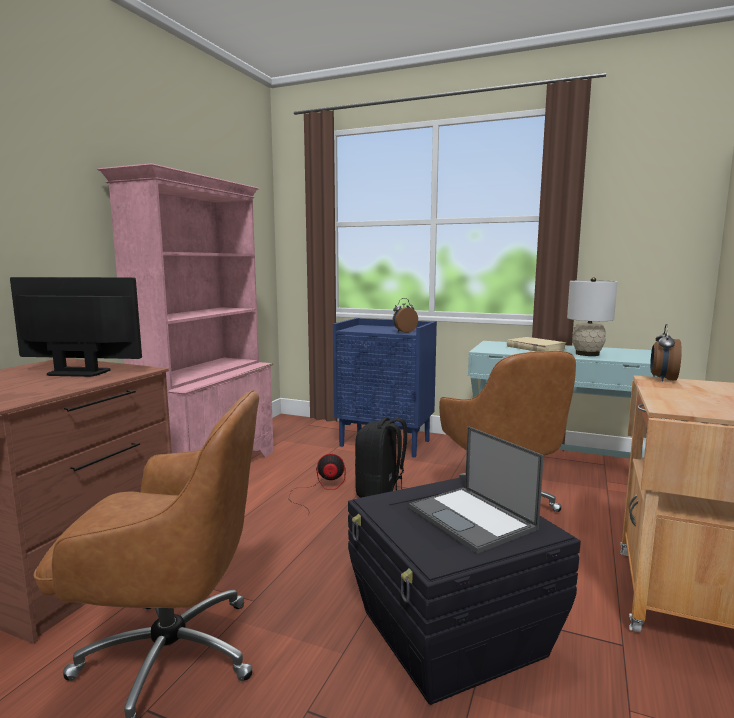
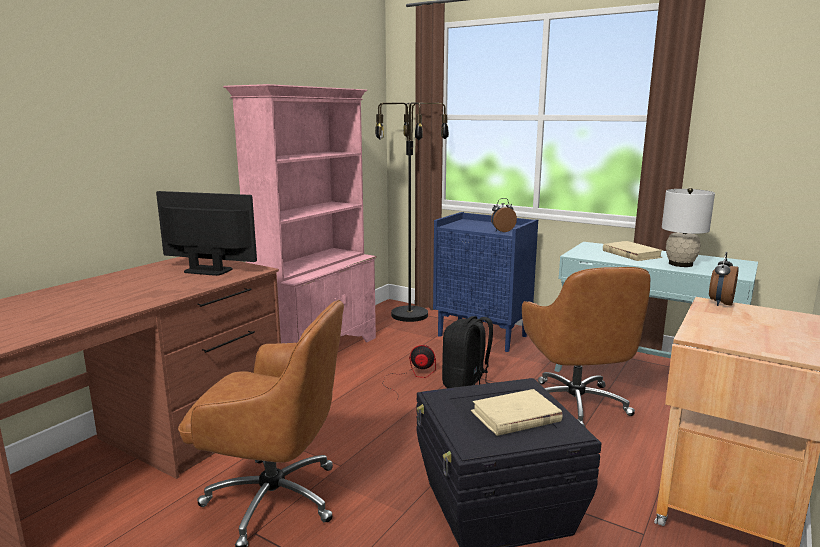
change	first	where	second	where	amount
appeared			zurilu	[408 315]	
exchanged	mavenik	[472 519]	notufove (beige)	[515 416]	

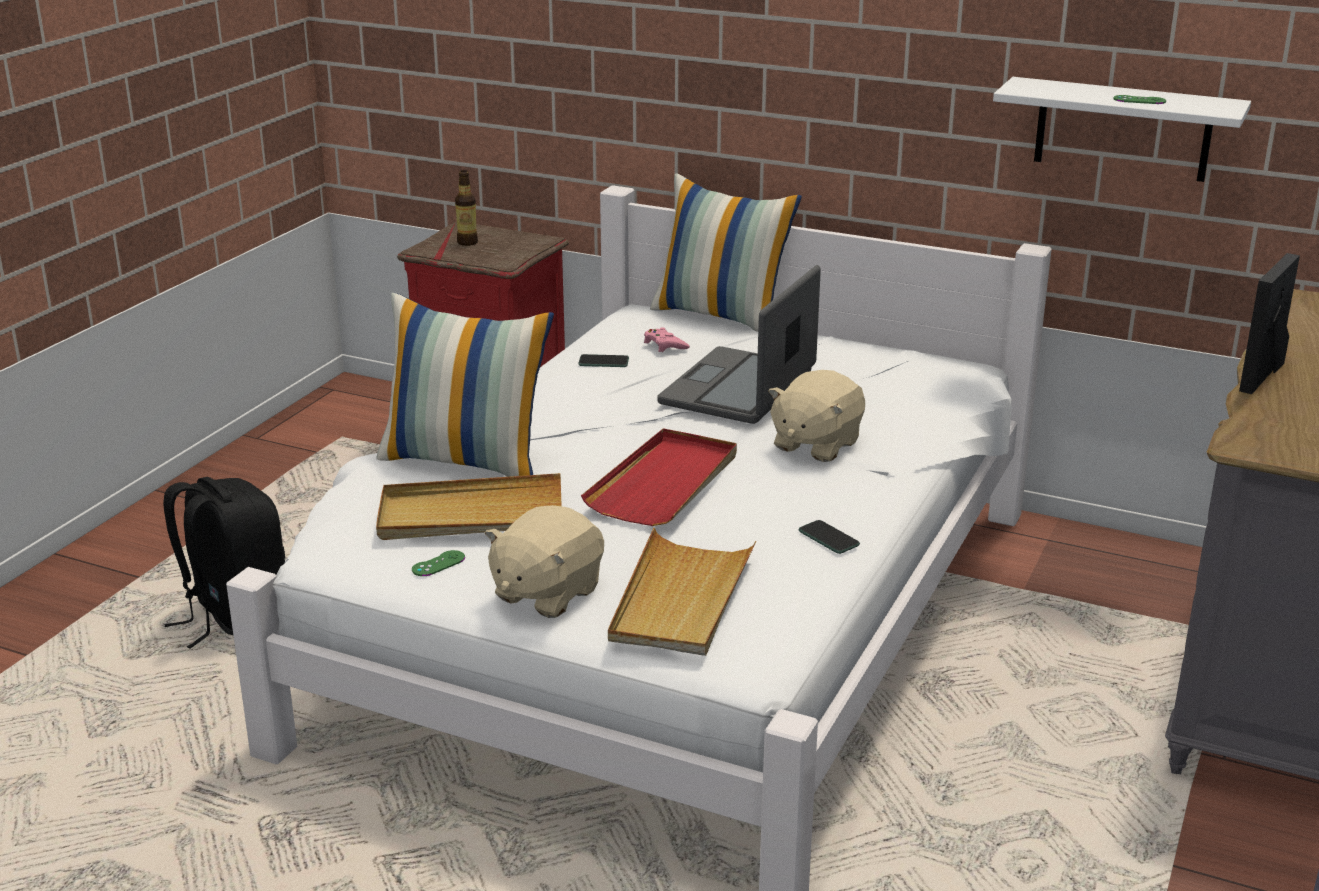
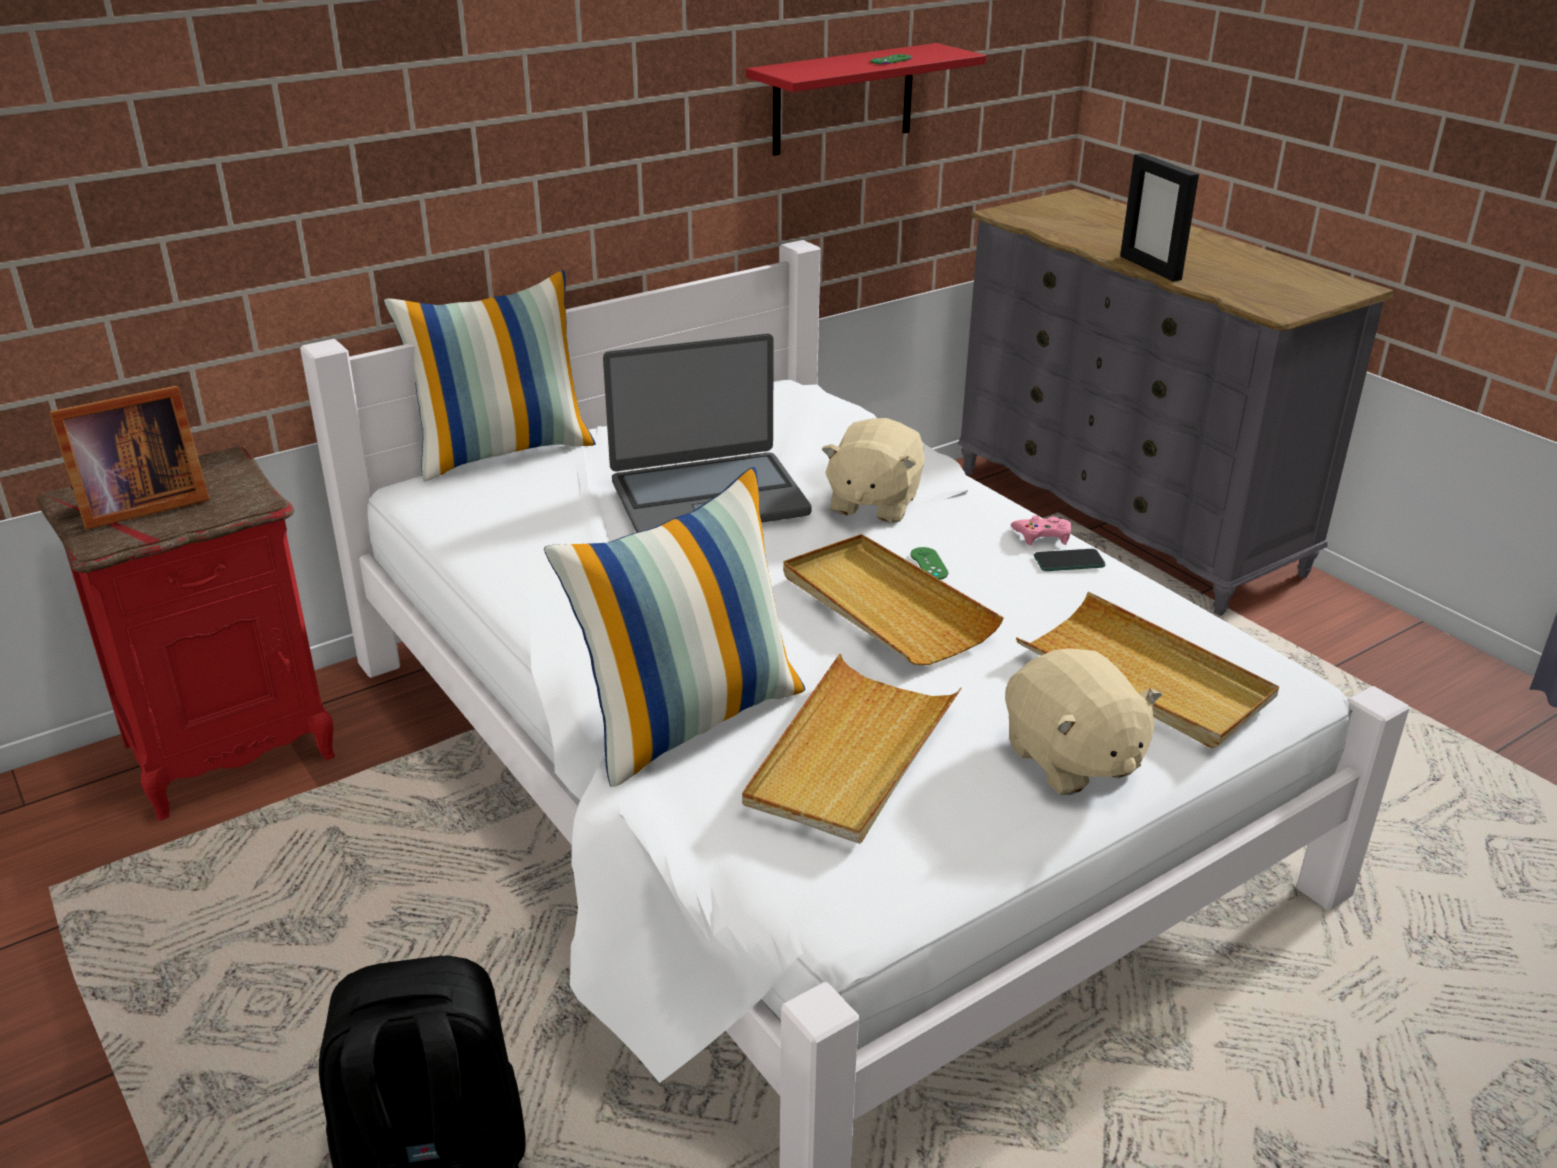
change	first	where	second	where	amount
missing	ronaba	[603 362]			
relocated	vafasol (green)	[438 564]		[929 564]	
relocated	vafasol (pink)	[664 345]		[1043 536]	
exchanged	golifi	[467 242]	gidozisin	[137 506]	
colour	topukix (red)	[665 483]	topukix (beige)	[885 605]	
colour	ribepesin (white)	[1123 129]	ribepesin (red)	[843 99]	
spun	mavenik	[740 388]		[708 497]	75 degrees counterclockwise
spun	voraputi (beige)	[815 444]		[873 503]	45 degrees clockwise

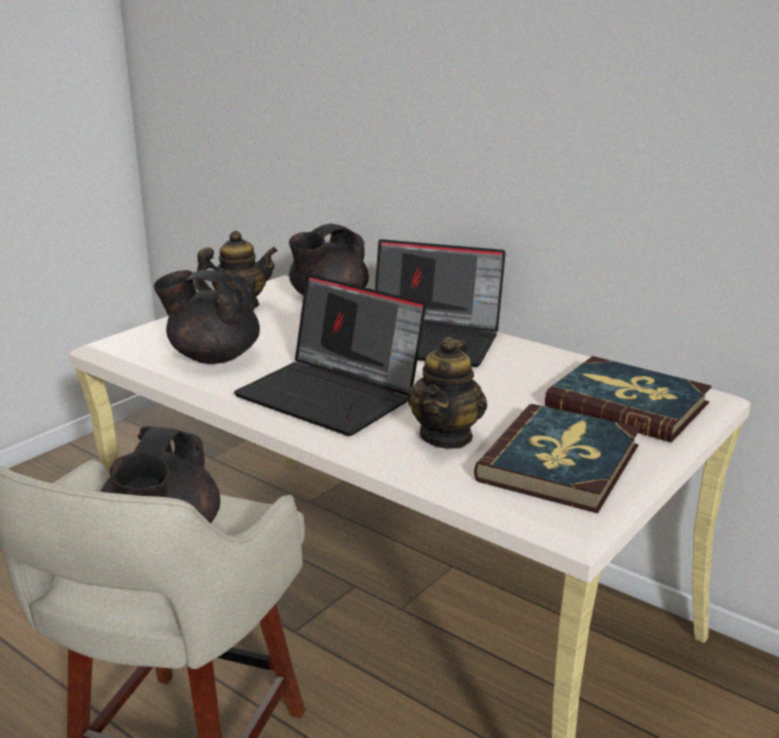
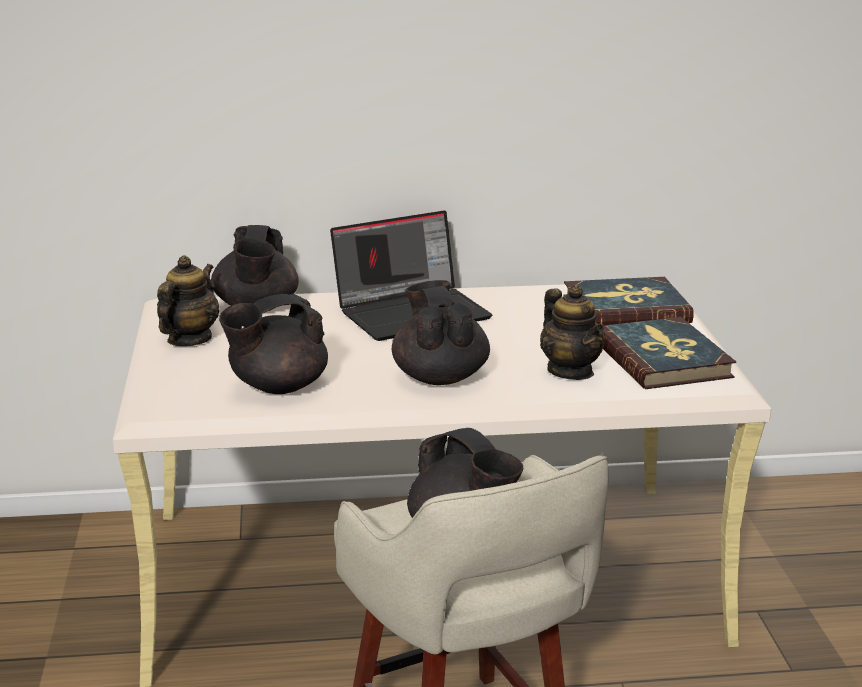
change	first	where	second	where	amount
exchanged	mavenik	[333 395]	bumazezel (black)	[439 376]	

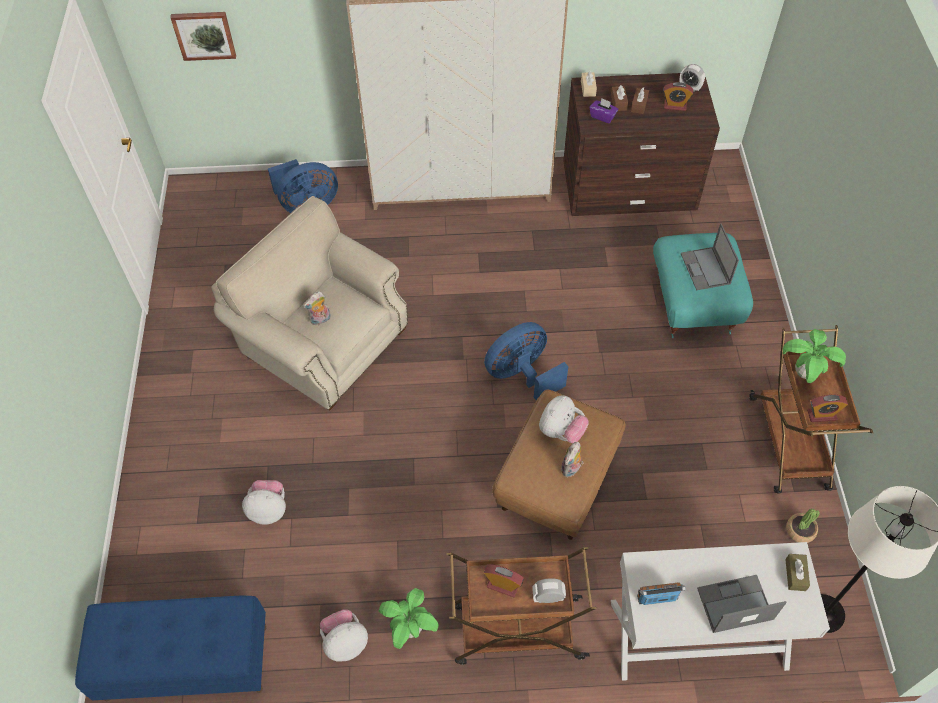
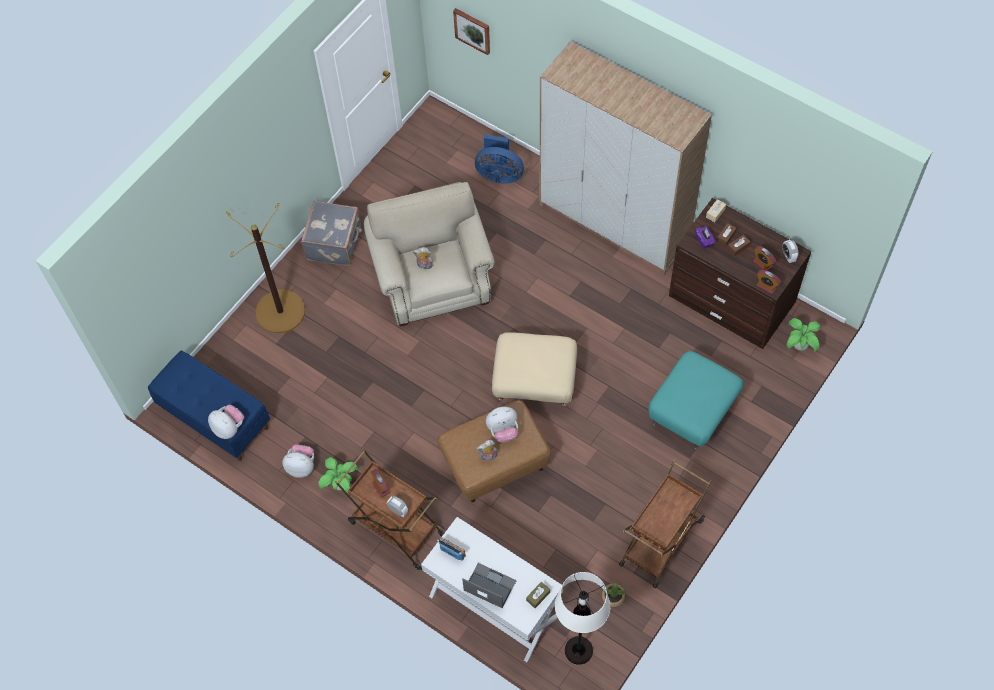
change	first	where	second	where	amount
missing	mavenik	[705 269]			
appeared			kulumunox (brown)	[280 311]	
appeared			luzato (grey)	[335 243]	
relocated	voraputi	[269 509]		[229 428]	
relocated	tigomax	[804 373]		[800 346]	
relocated	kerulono	[821 415]		[766 286]	
exchanged	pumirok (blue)	[522 375]	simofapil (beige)	[534 383]	

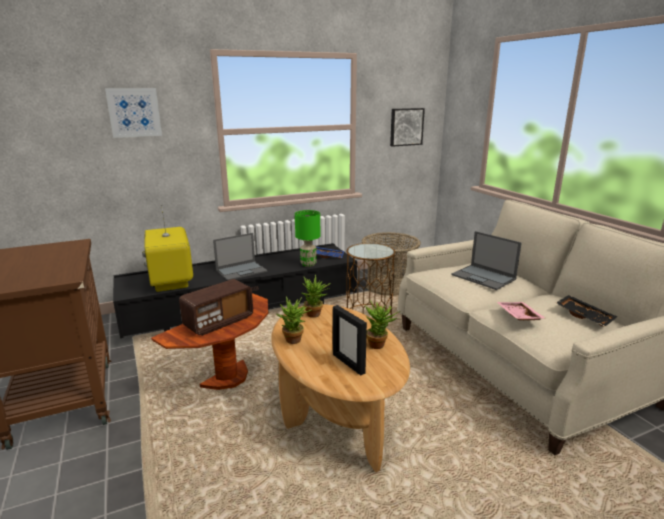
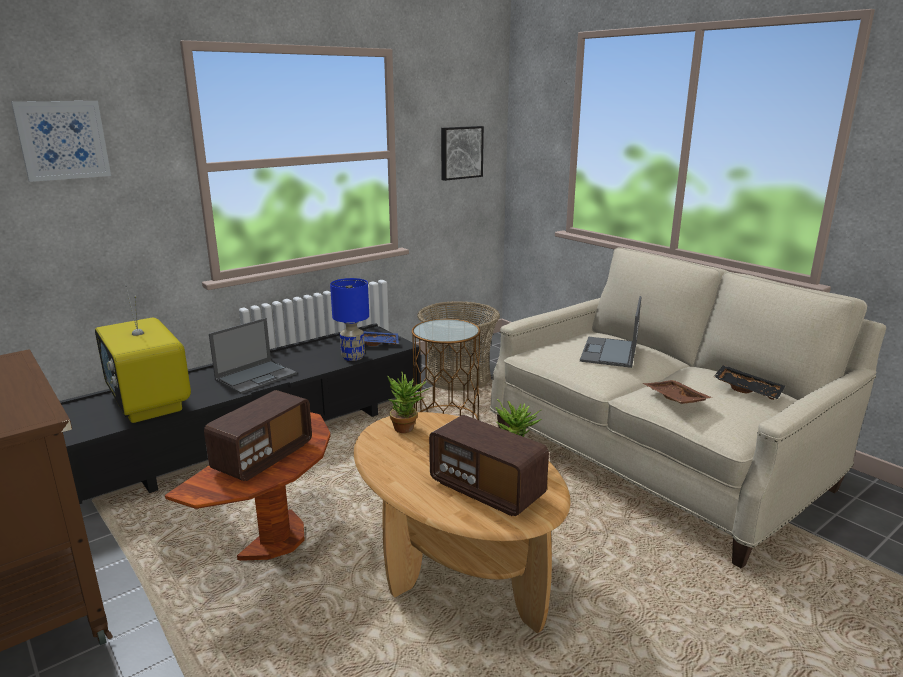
change	first	where	second	where	amount
missing	tigomax	[294 341]			
exchanged	gidozisin	[349 363]	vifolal	[487 490]	
colour	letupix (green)	[308 264]	letupix (blue)	[353 357]	
colour	topukix (pink)	[518 316]	topukix (brown)	[674 399]	
spun	mavenik	[484 277]		[609 352]	75 degrees clockwise

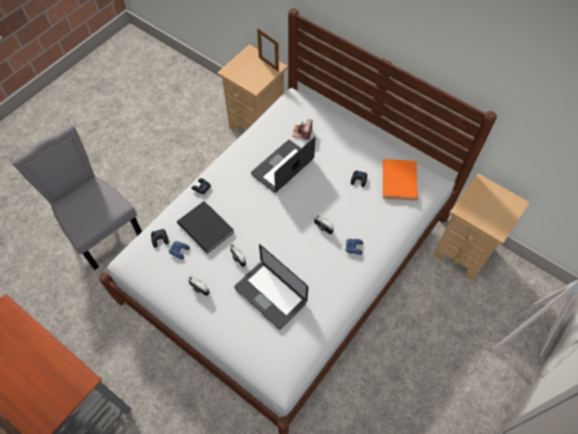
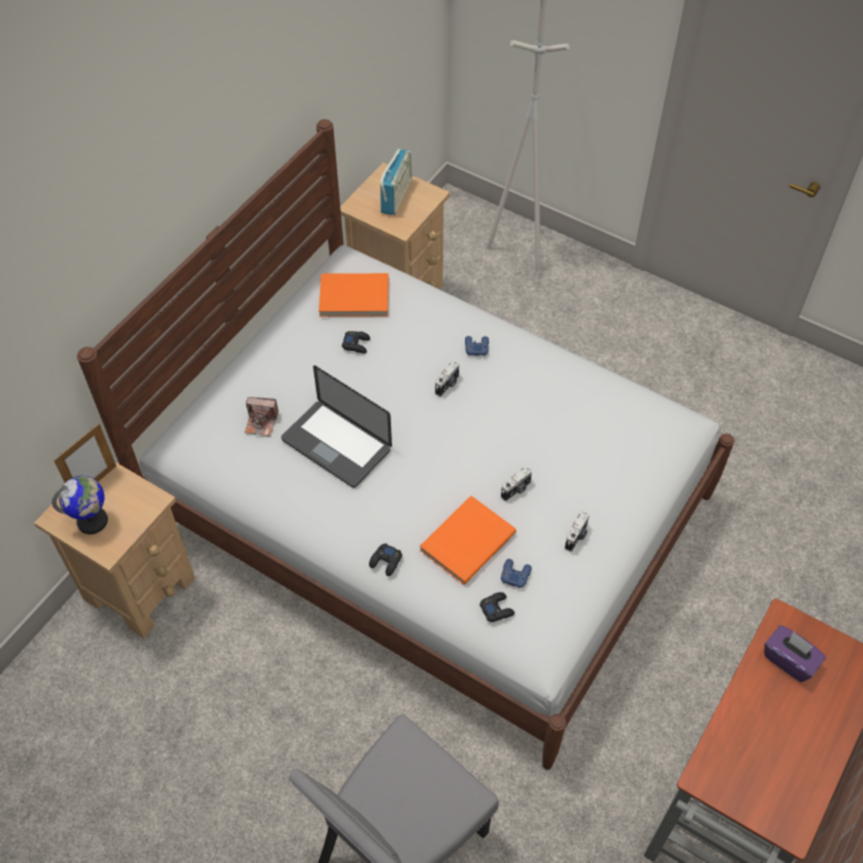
change	first	where	second	where	amount
missing	mavenik	[270 295]			
appeared			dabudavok	[93 521]	
appeared			vifolal	[396 196]	
appeared			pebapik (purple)	[789 660]	
colour	notufove (black)	[206 227]	notufove (orange)	[466 541]	

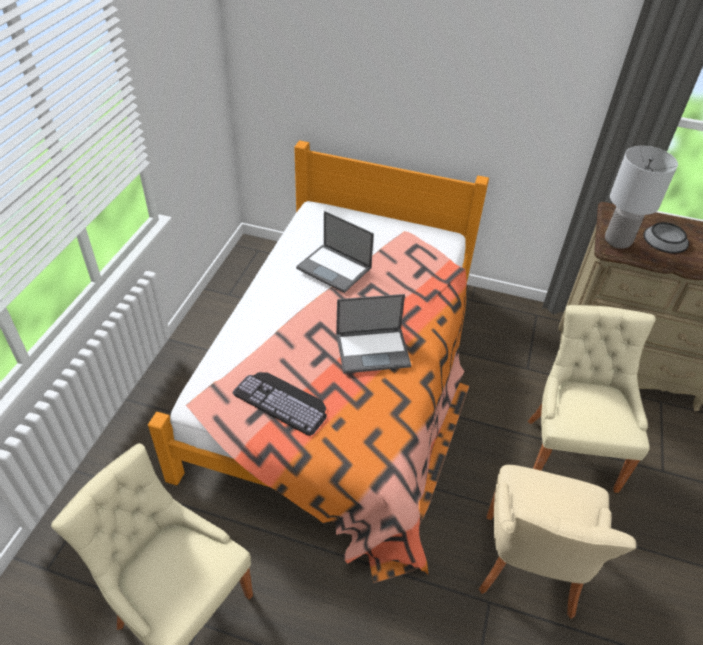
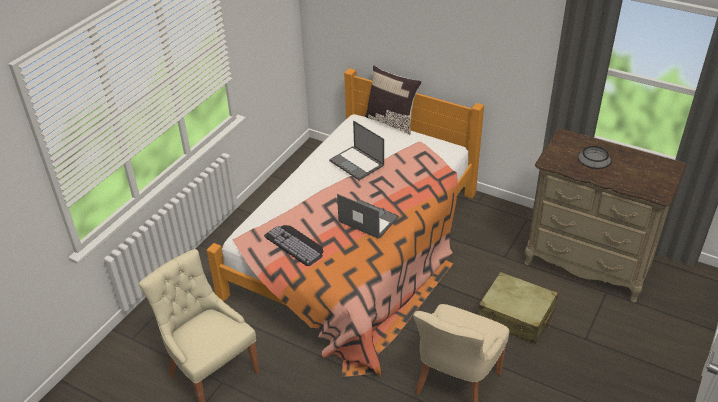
change	first	where	second	where	amount
missing	letupix (grey)	[617 242]			
appeared			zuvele	[391 122]	
exchanged	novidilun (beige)	[569 450]	luzato (beige)	[516 316]	
spun	mavenik	[373 350]		[367 219]	150 degrees counterclockwise

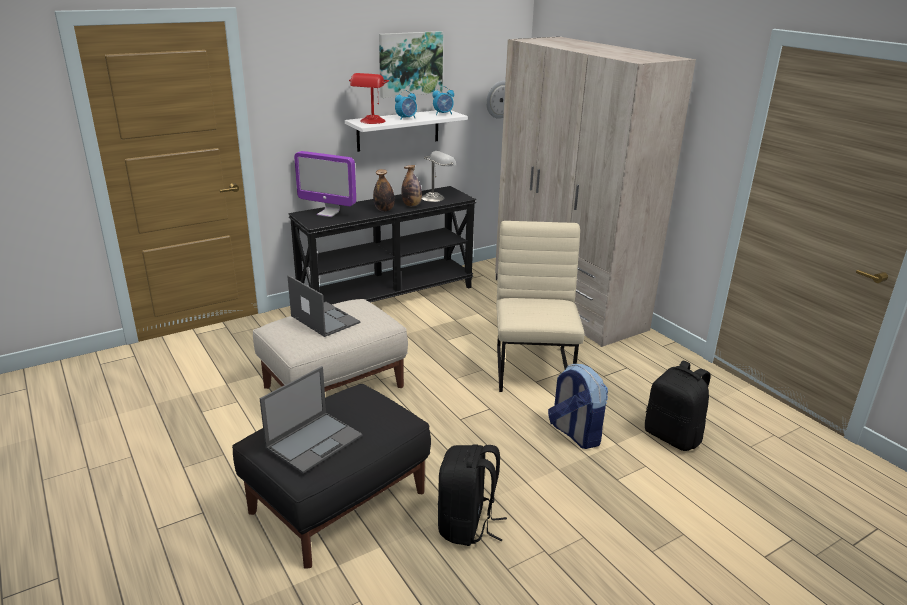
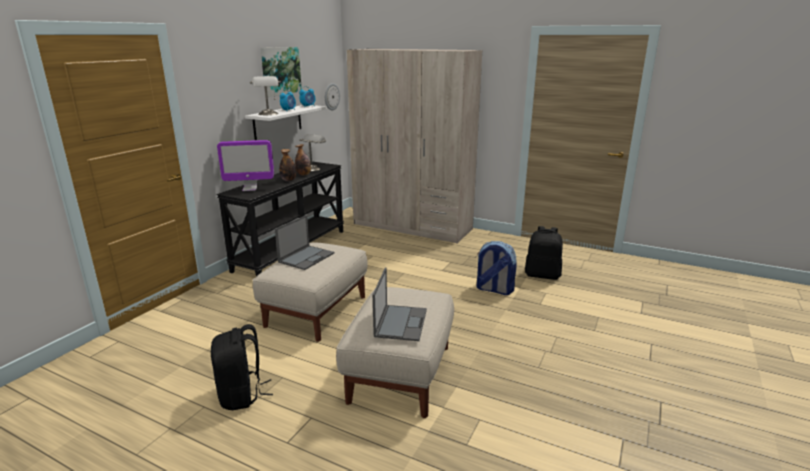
change	first	where	second	where	amount
missing	novidilun (beige)	[533 367]			
relocated	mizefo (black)	[467 525]		[242 395]	
colour	simofapil (black)	[339 501]	simofapil (beige)	[401 373]	
colour	letupix (red)	[371 122]	letupix (white)	[268 114]	
spun	mavenik	[324 319]		[307 257]	105 degrees clockwise

